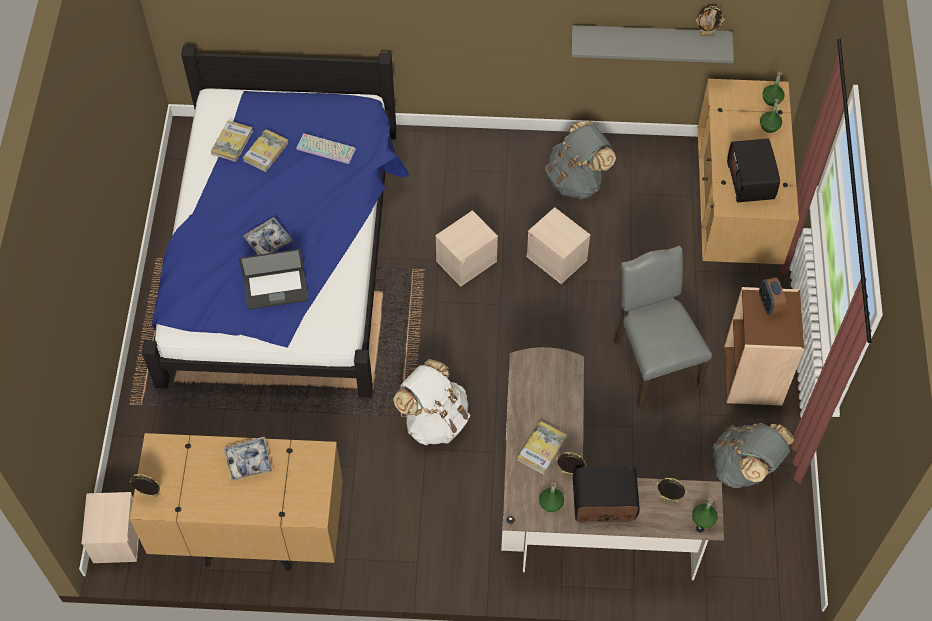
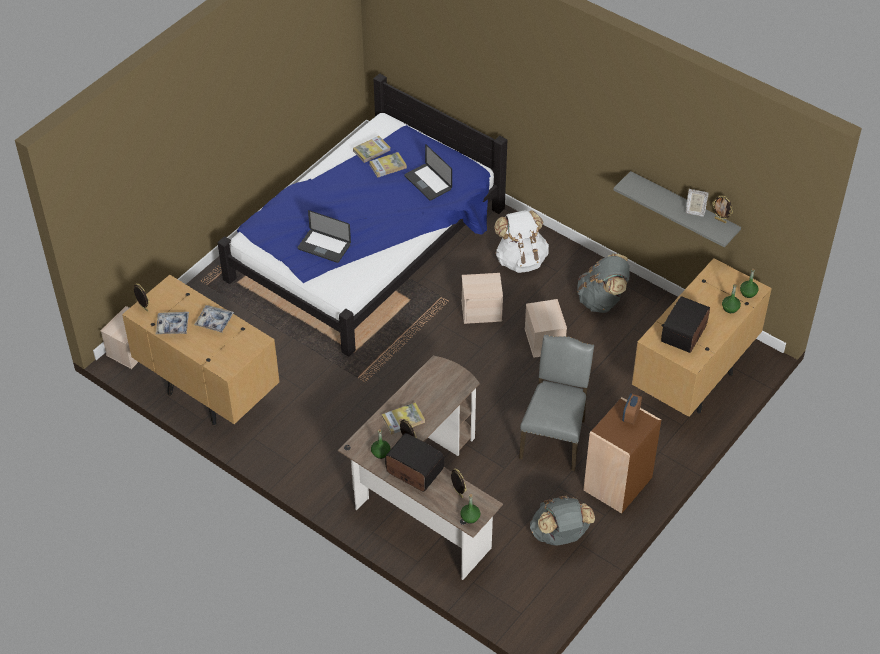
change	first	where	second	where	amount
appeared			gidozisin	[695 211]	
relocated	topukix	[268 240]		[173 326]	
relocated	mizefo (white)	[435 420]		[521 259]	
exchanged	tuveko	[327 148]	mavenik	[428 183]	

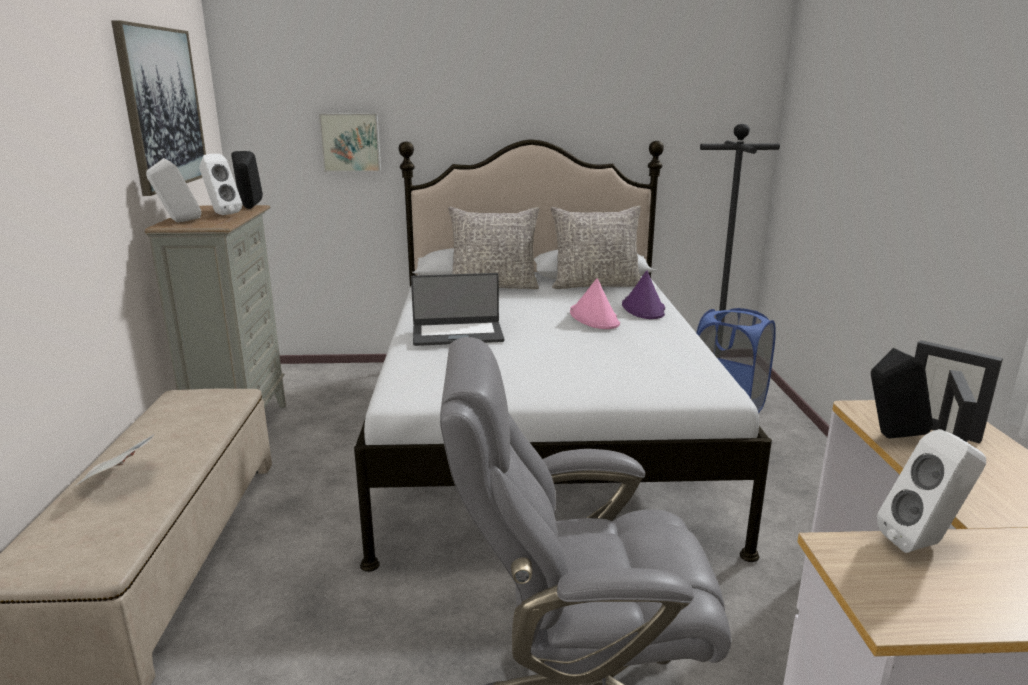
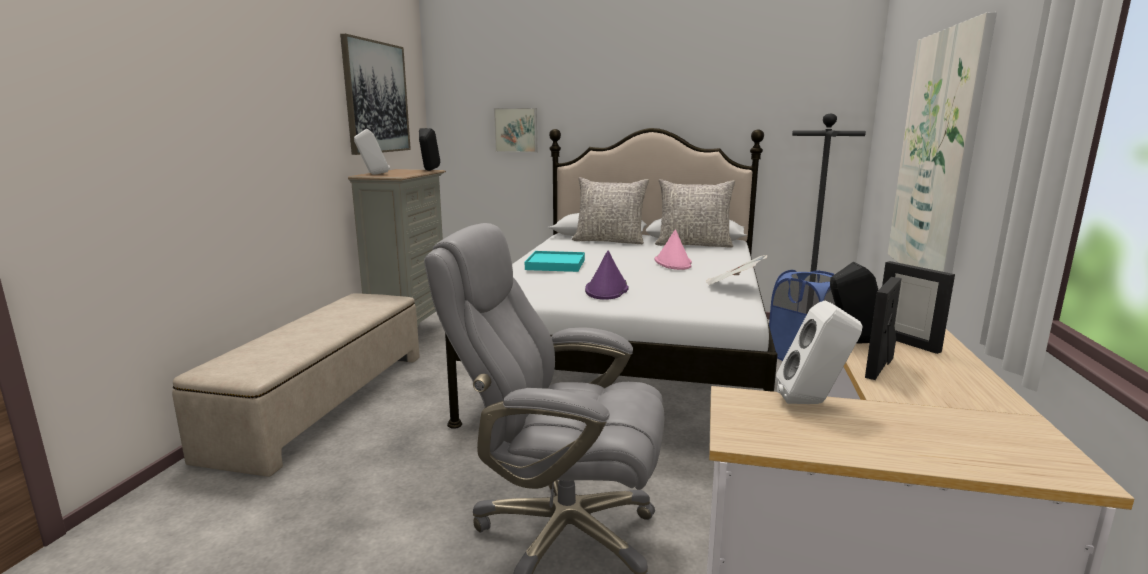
change	first	where	second	where	amount
missing	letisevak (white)	[221 214]			
appeared			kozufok	[935 156]	
relocated	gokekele	[119 479]		[732 286]	
relocated	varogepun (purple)	[643 308]		[607 290]	
exchanged	mavenik	[457 334]	topukix (turquoise)	[556 264]	

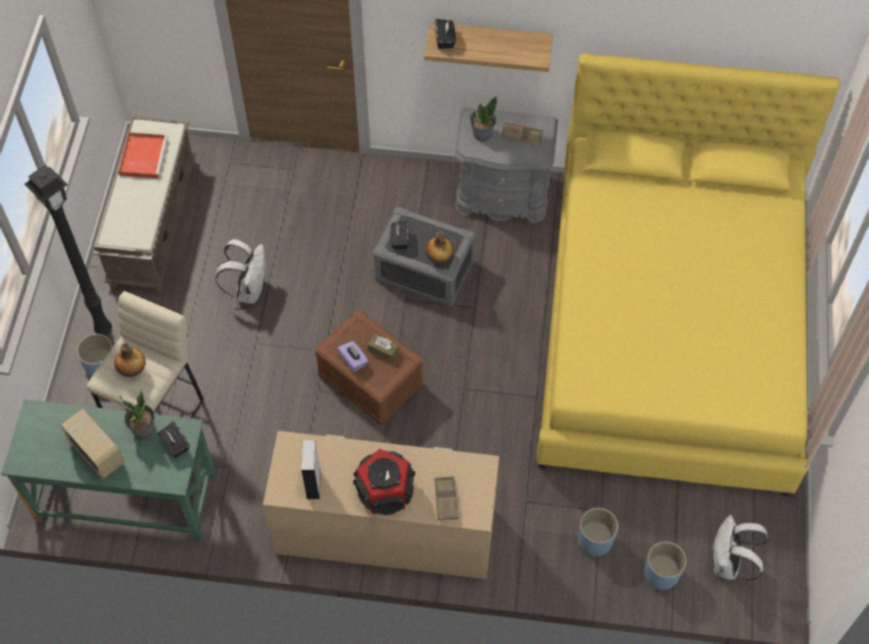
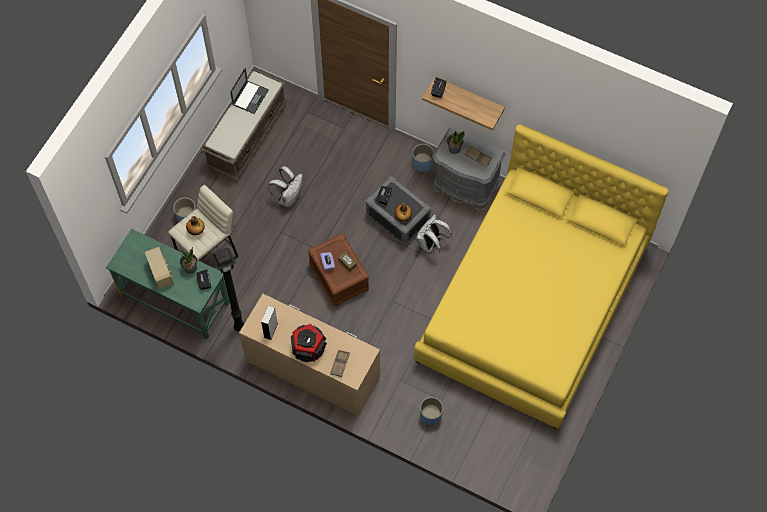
change	first	where	second	where	amount
relocated	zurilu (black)	[104 328]		[240 326]	
relocated	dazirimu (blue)	[661 574]		[422 163]	
relocated	mizefo (white)	[728 564]		[431 244]	
exchanged	topukix (red)	[143 156]	mavenik	[250 97]	

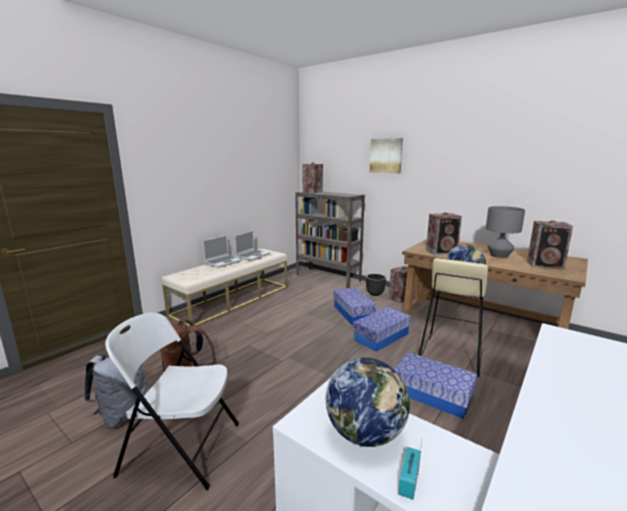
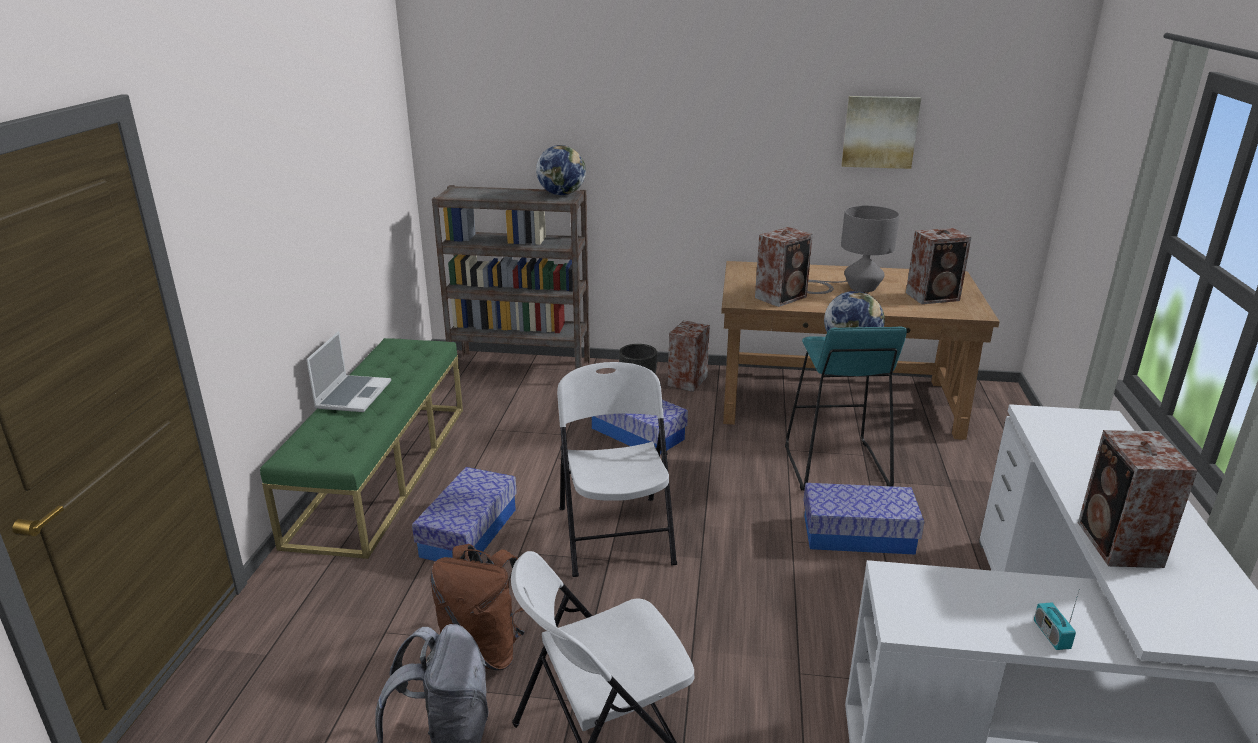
change	first	where	second	where	amount
missing	mavenik	[252 255]			
appeared			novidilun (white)	[616 535]	
relocated	letisevak	[312 192]		[1119 546]	
relocated	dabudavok	[365 433]		[562 194]	
relocated	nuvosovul	[381 337]		[469 532]	
relocated	kozufok	[386 155]		[879 132]	
colour	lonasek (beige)	[233 300]	lonasek (green)	[382 471]	
colour	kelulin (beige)	[450 355]	kelulin (turquoise)	[834 466]	

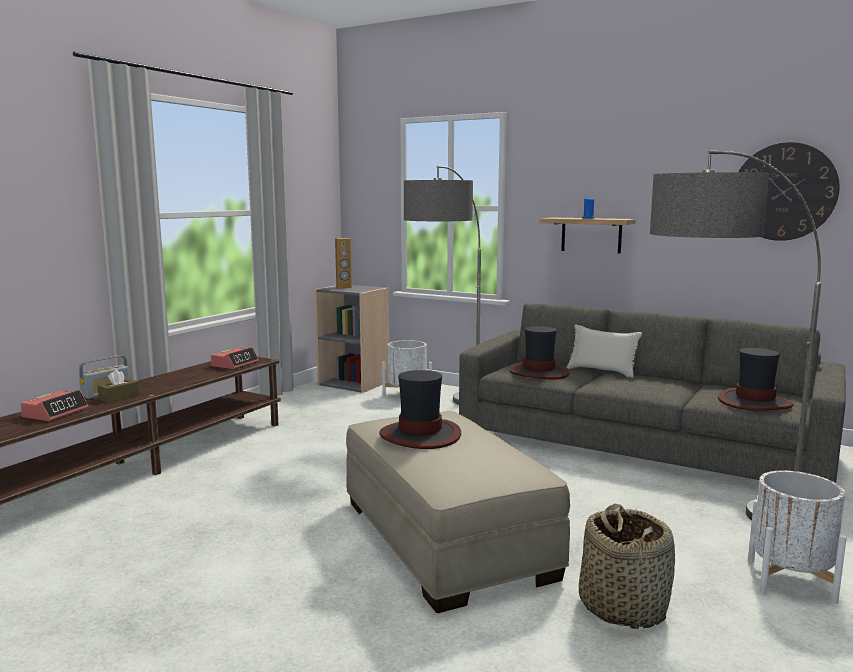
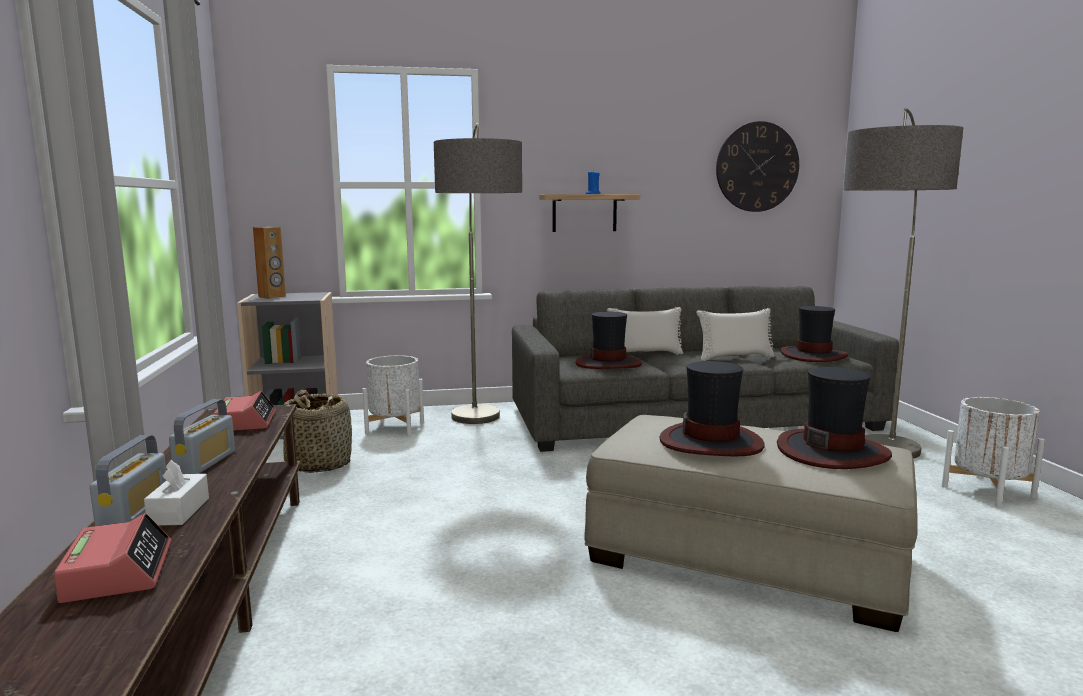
change	first	where	second	where	amount
appeared			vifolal	[205 463]	
appeared			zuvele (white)	[734 357]	
appeared			varogepun	[832 451]	
relocated	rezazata	[623 606]		[319 464]	
colour	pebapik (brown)	[119 397]	pebapik (white)	[179 511]	

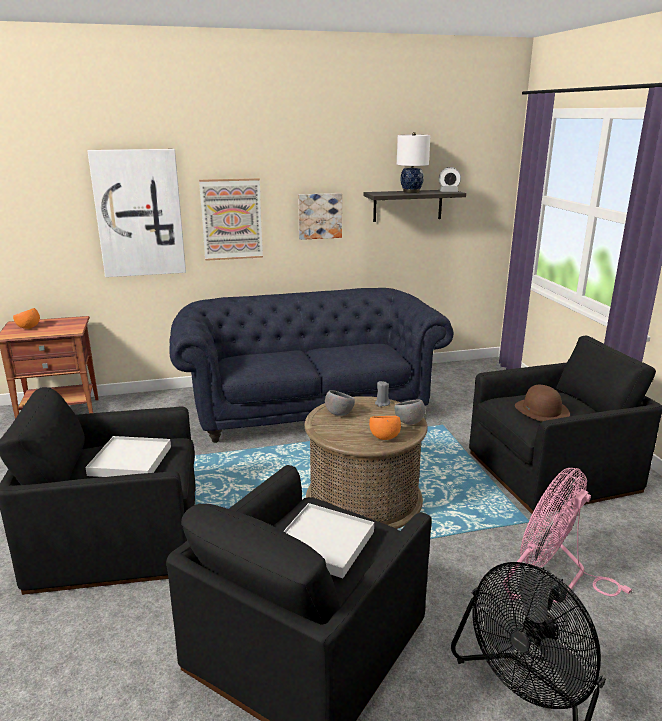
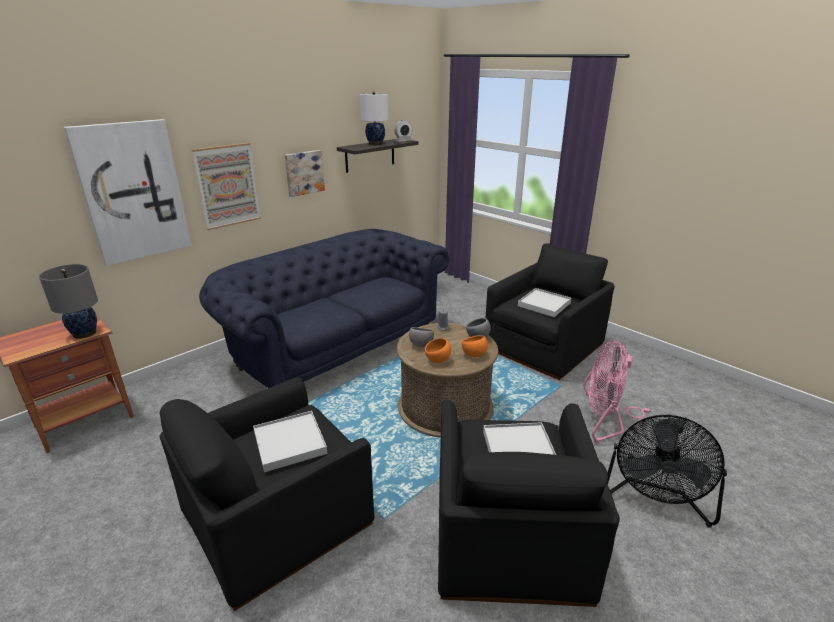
change	first	where	second	where	amount
appeared			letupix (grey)	[85 333]	
relocated	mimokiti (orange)	[28 328]		[438 360]	
exchanged	varogepun (brown)	[542 410]	topukix (white)	[544 304]	

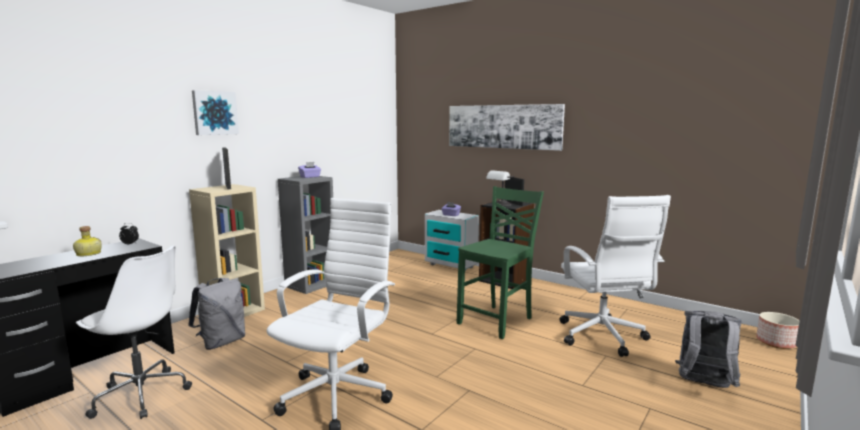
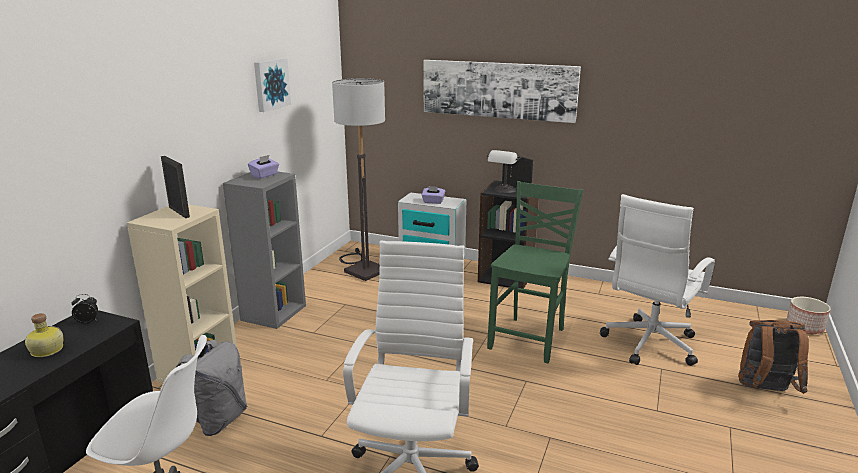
change	first	where	second	where	amount
appeared			zurilu	[362 268]	
relocated	kozufok	[214 113]		[270 84]	
colour	mizefo (grey)	[704 385]	mizefo (brown)	[765 391]	
spun	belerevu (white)	[603 338]		[648 345]	60 degrees clockwise

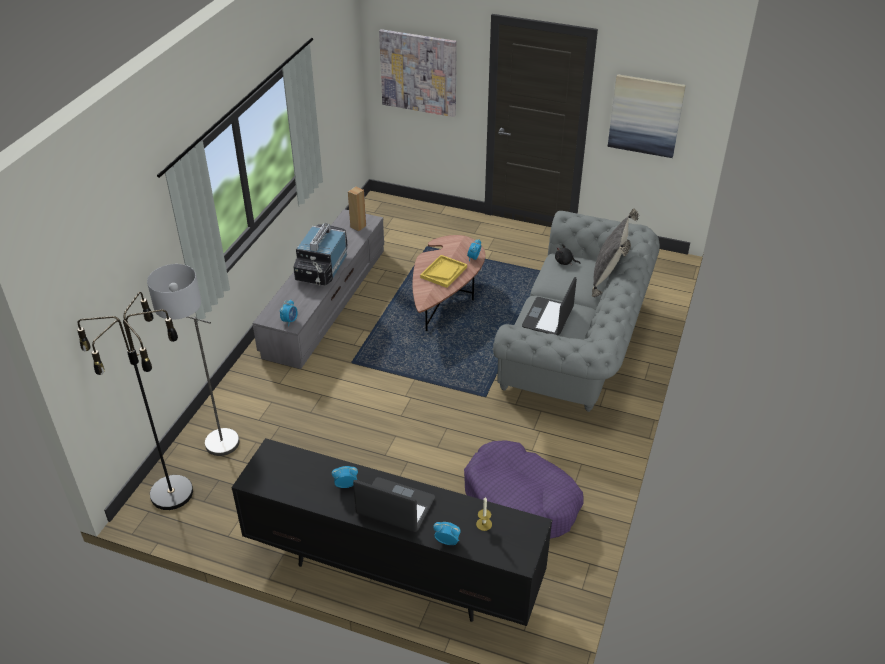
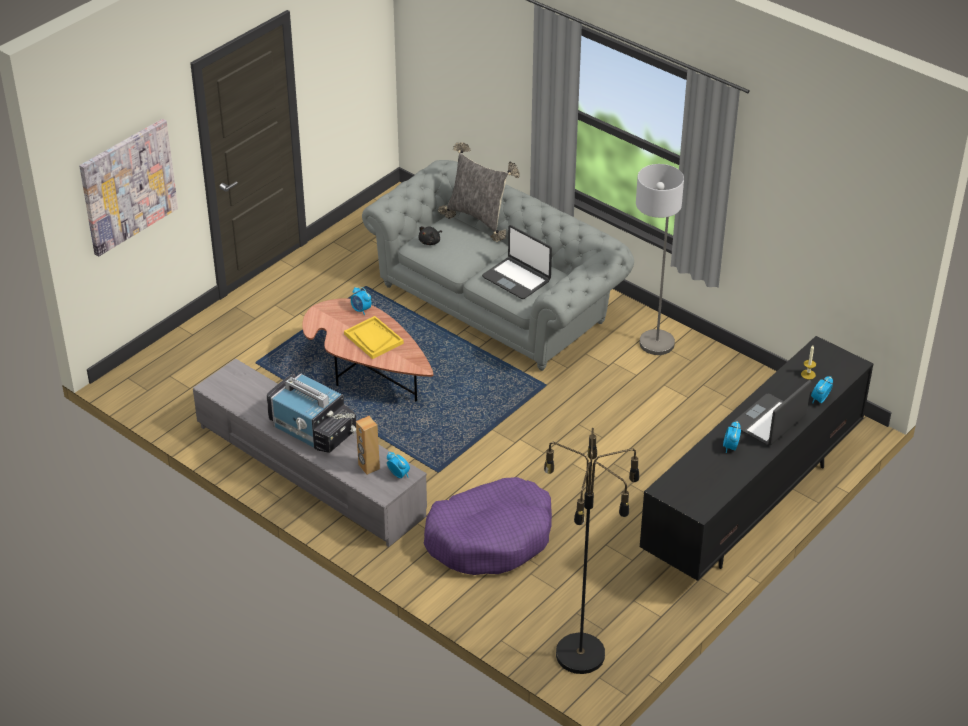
change	first	where	second	where	amount
missing	kozufok	[645 115]			
relocated	zurilu (grey)	[213 440]		[650 349]	
relocated	letisevak (brown)	[358 226]		[368 467]	
relocated	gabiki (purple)	[520 501]		[490 538]	

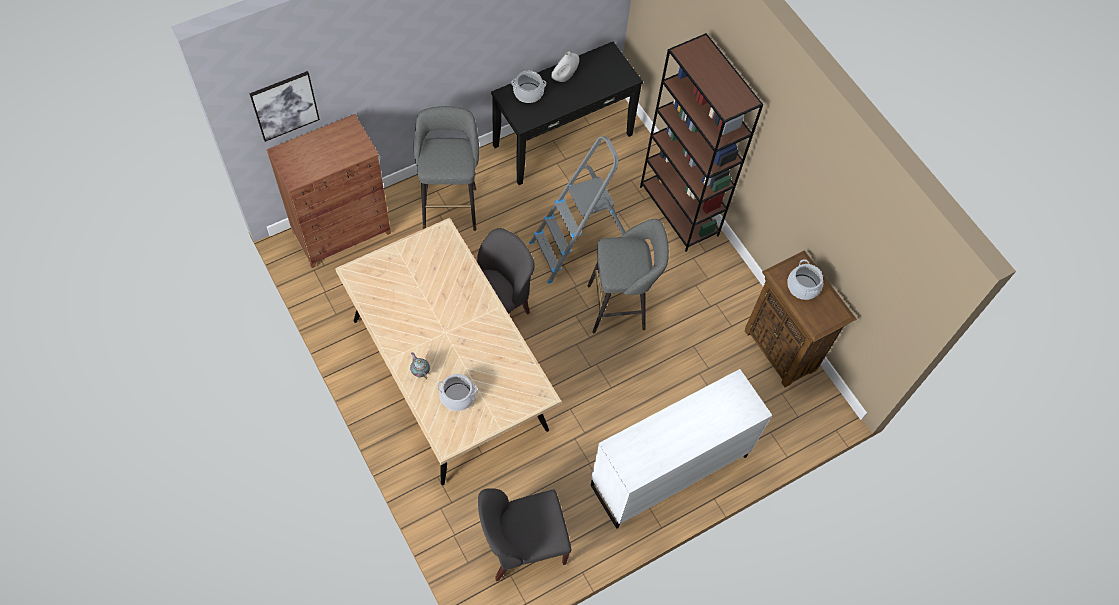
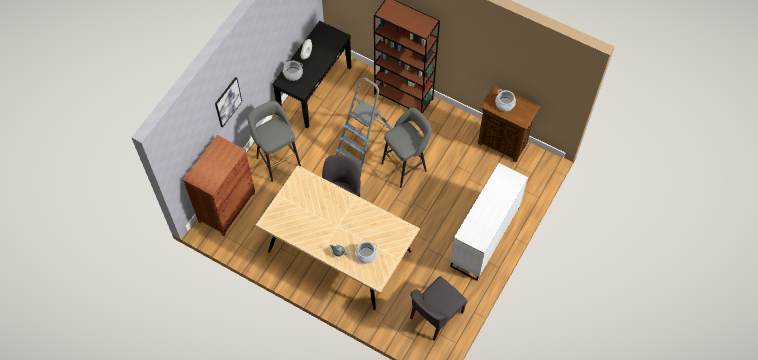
change	first	where	second	where	amount
relocated	kozufok	[285 105]		[228 102]	

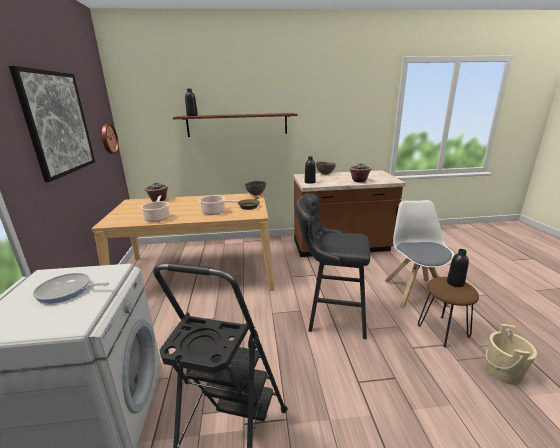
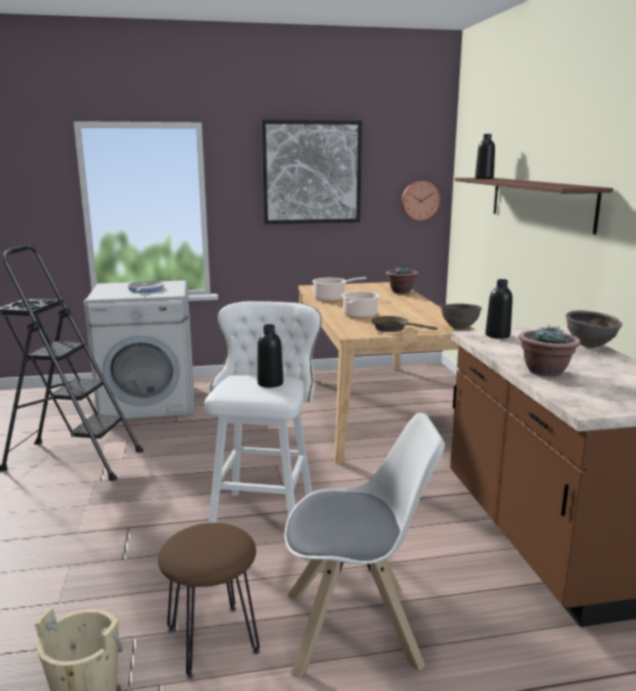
change	first	where	second	where	amount
relocated	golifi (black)	[455 283]		[270 383]	
colour	kelulin (black)	[329 316]	kelulin (white)	[266 511]	

